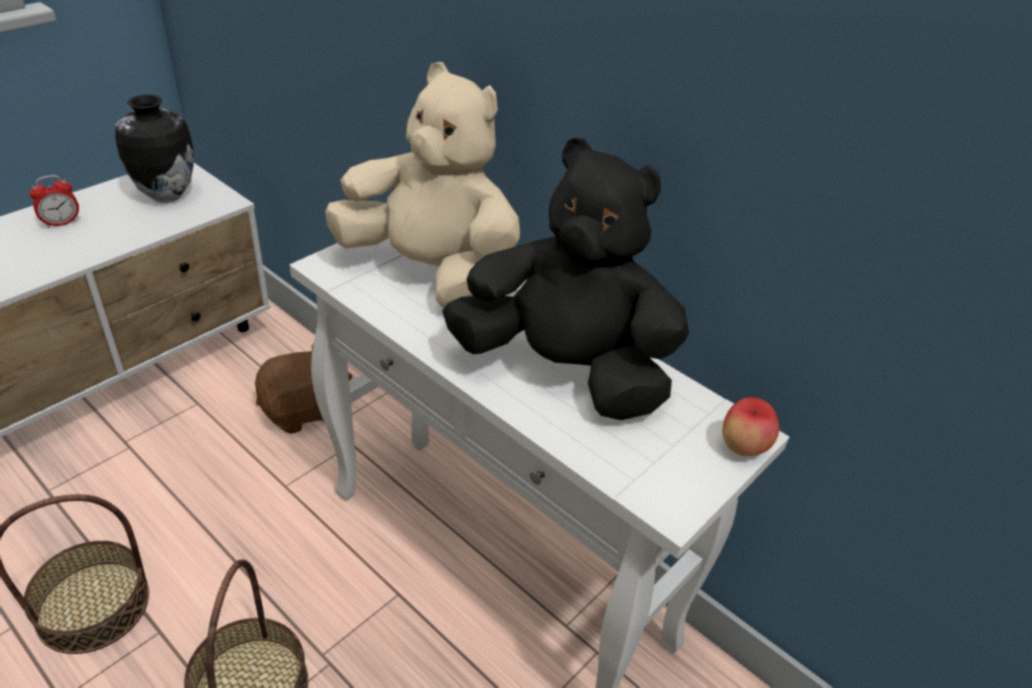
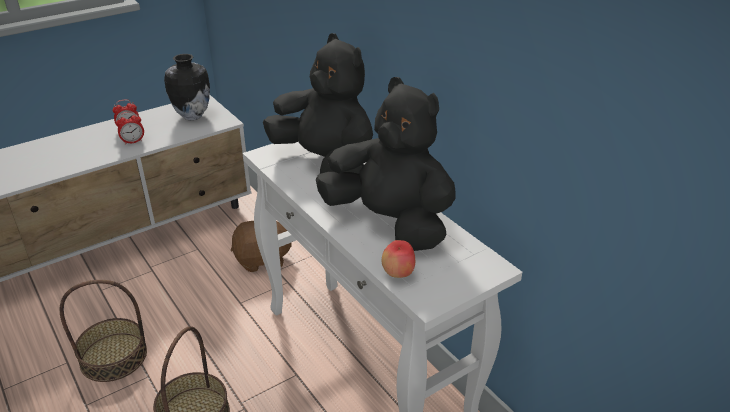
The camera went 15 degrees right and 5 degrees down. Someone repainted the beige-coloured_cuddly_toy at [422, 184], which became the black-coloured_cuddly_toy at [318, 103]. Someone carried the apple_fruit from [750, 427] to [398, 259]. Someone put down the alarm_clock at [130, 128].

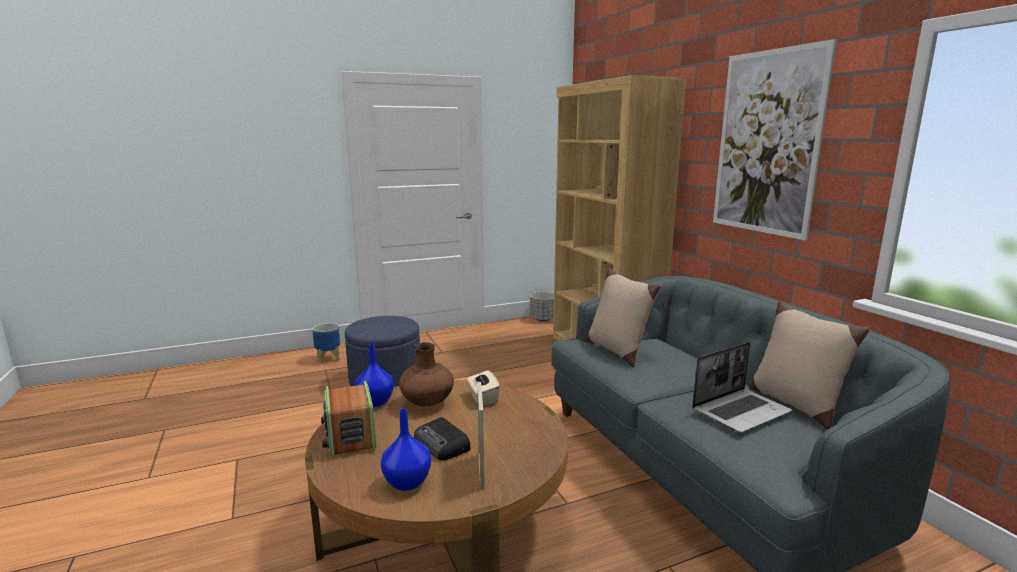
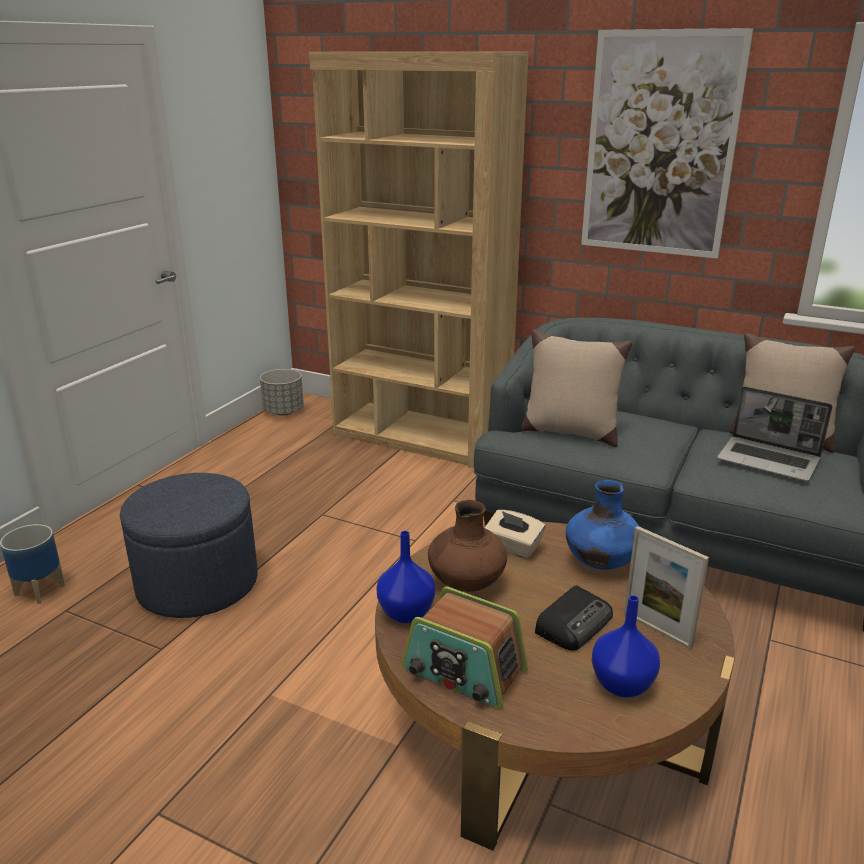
The camera went 40 degrees left and 10 degrees up. Someone rotated the radio_receiver at [442, 438] by 60 degrees counterclockwise. Someone rotated the notebook_computer at [742, 387] by 105 degrees clockwise. Someone put down the blue-coloured_decorative_vase at [603, 525].

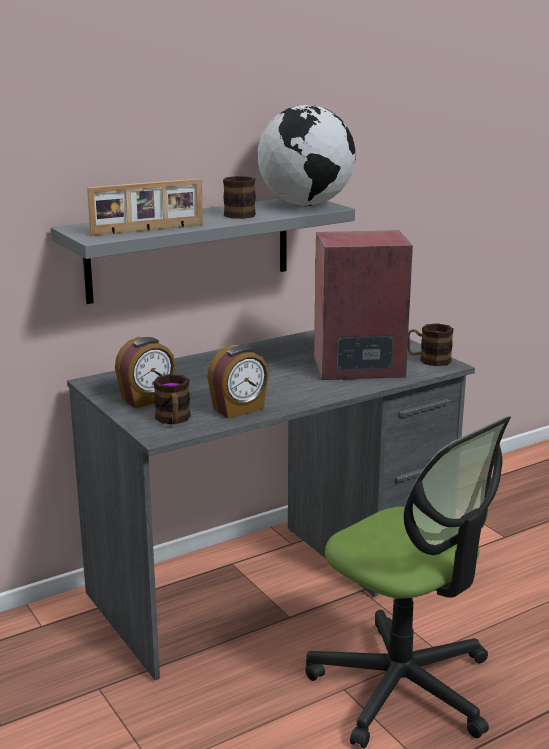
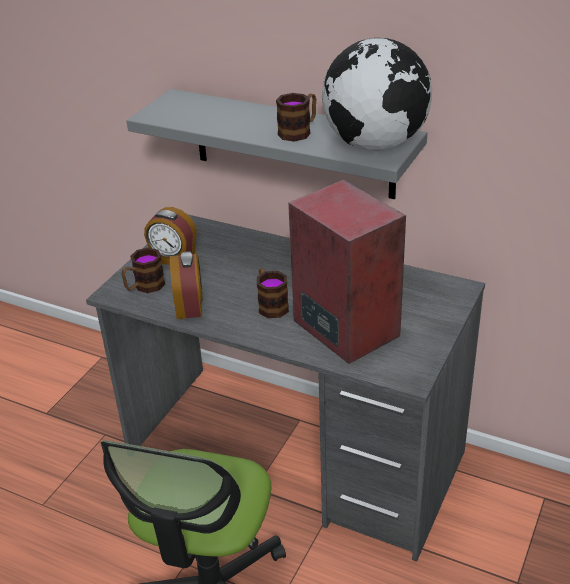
The camera went 60 degrees right and 15 degrees up. Someone took away the picture_frame at [145, 207]. Someone rotated the alarm_clock at [238, 382] by 120 degrees counterclockwise. Someone carried the mug from [431, 344] to [273, 293].

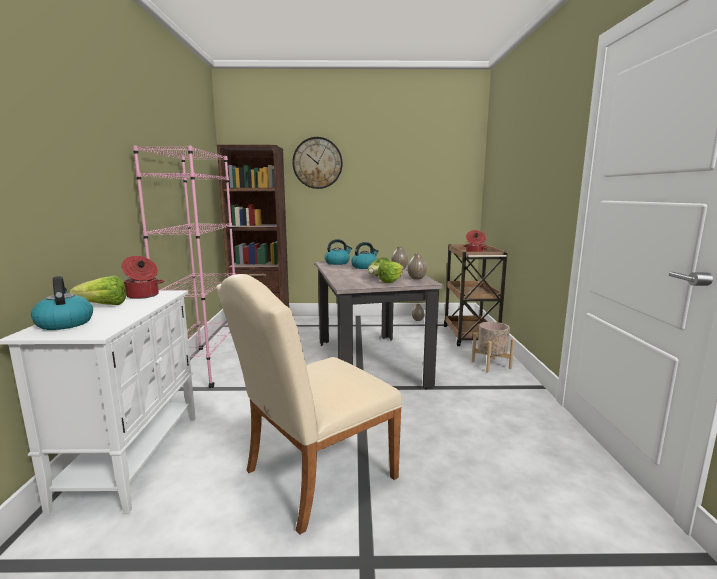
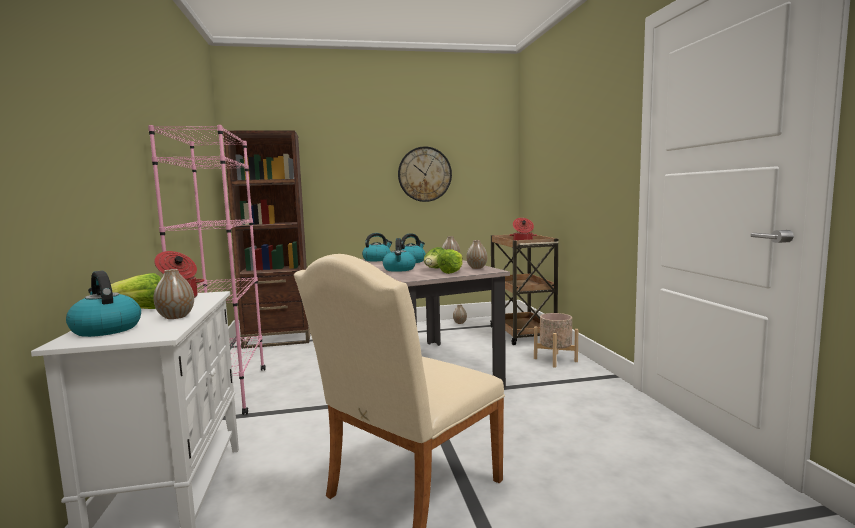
The camera went 10 degrees left and 5 degrees down. Someone carried the wall_clock from [317, 163] to [425, 174]. Someone put down the decorative_vase at [174, 294]. Someone put down the kettle at [399, 255].

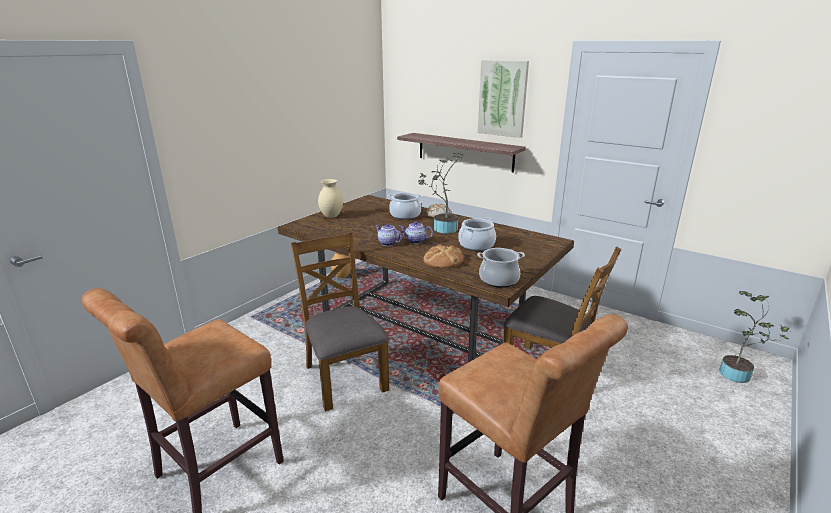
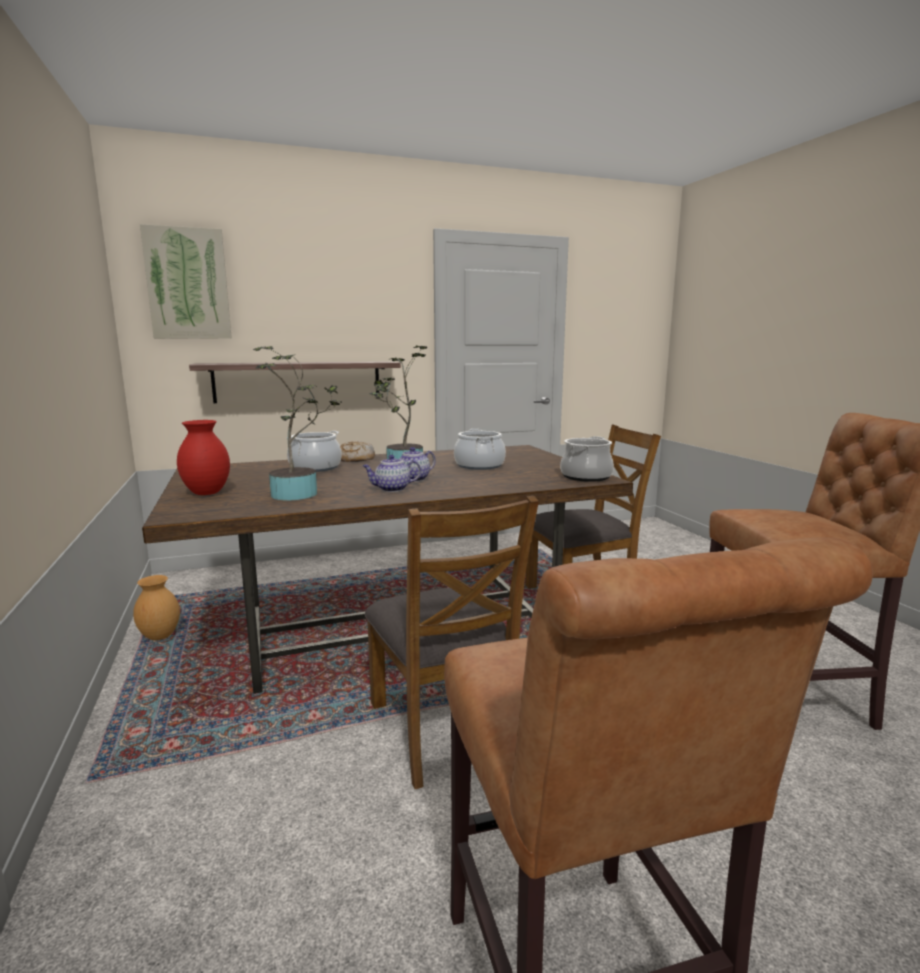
The camera went 55 degrees left and 10 degrees down. Someone rotated the brown-coloured_upright_chair at [340, 321] by 120 degrees counterclockwise. Someone repainted the beige-coloured_decorative_vase at [330, 198], which became the reddish_decorative_vase at [203, 457]. Someone took away the baked_bread at [443, 256]. Someone carried the picture from [503, 99] to [186, 281]. Someone carried the potted_plant from [754, 337] to [297, 423].

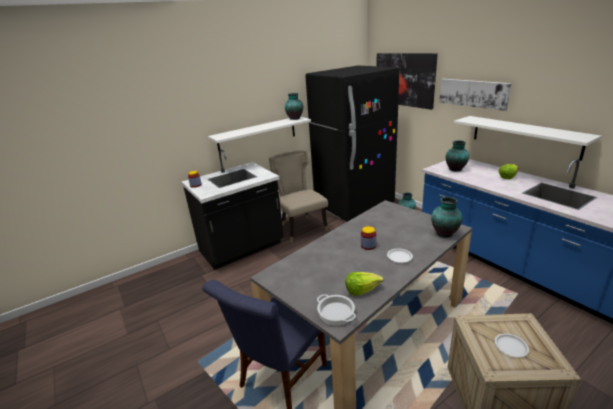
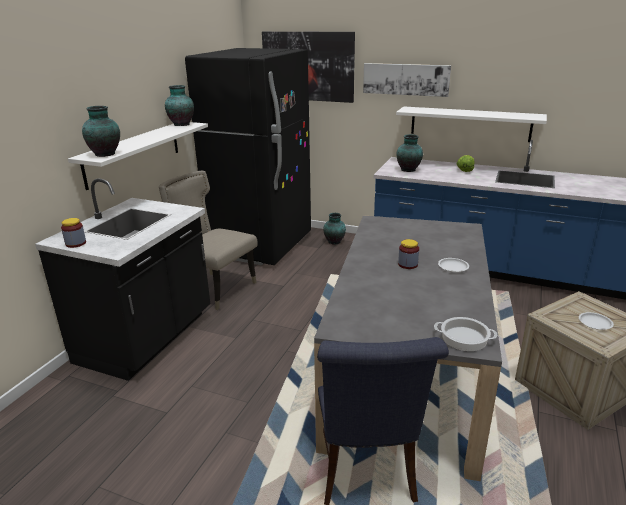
The camera went 35 degrees left and 0 degrees up. Someone took away the head_of_lettuce at [364, 284]. Someone carried the decorative_vase from [446, 217] to [101, 131].

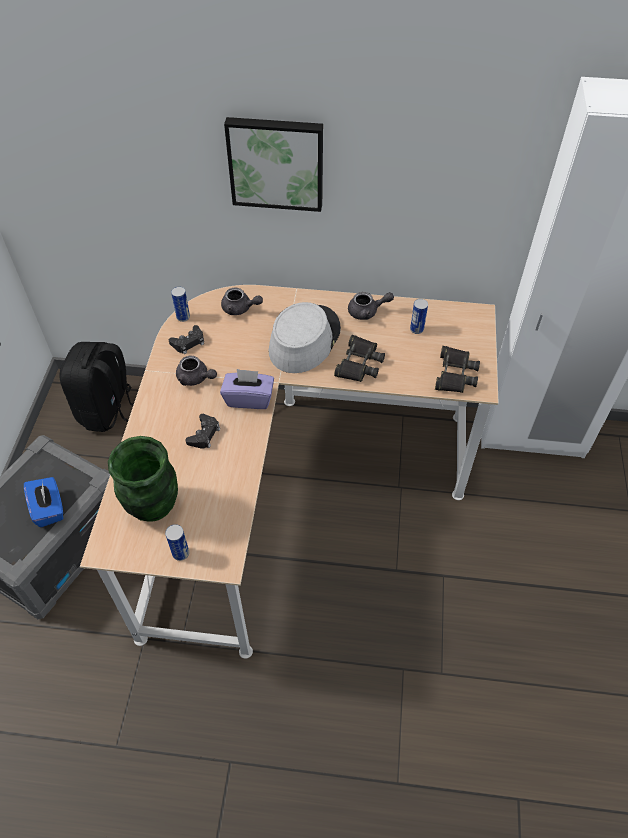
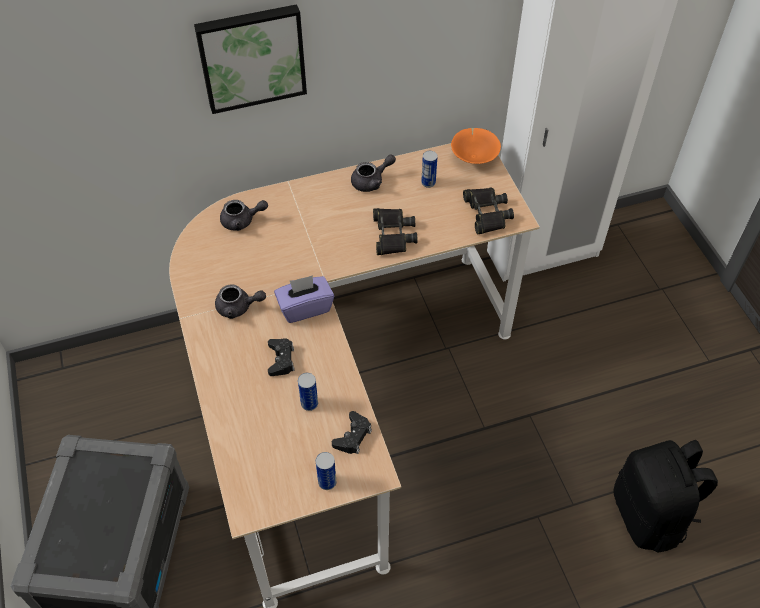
The camera went 25 degrees left and 0 degrees up. Someone took away the blue-coloured_tissue_holder at [43, 502]. Someone carried the black-coloured_rucksack from [97, 387] to [665, 496]. Someone took away the greenish_decorative_vase at [143, 479]. Someone carried the black-coloured_gamepad from [186, 339] to [352, 432]. Someone carried the sealed_can from [180, 304] to [308, 392]. Someone took away the grey_clothing_hat at [305, 337]. Someone put down the orange_deep_dish at [476, 146].

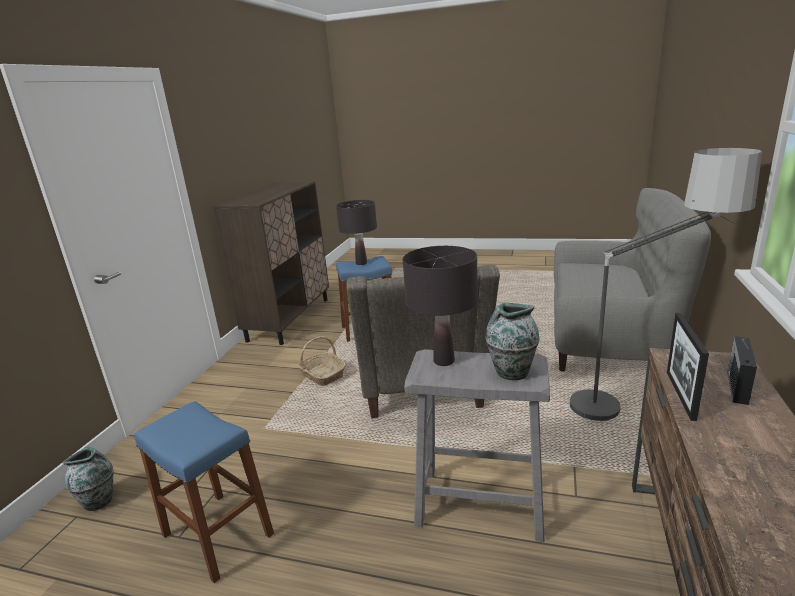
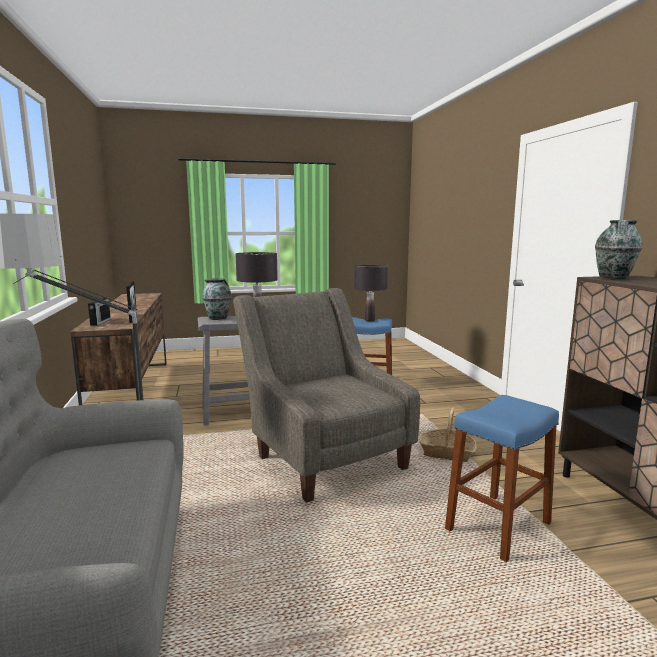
The camera went 150 degrees right and 10 degrees down. Someone carried the decorative_vase from [88, 479] to [618, 249]. Someone carried the black-coloured_lamp_for_a_table from [356, 232] to [370, 293].

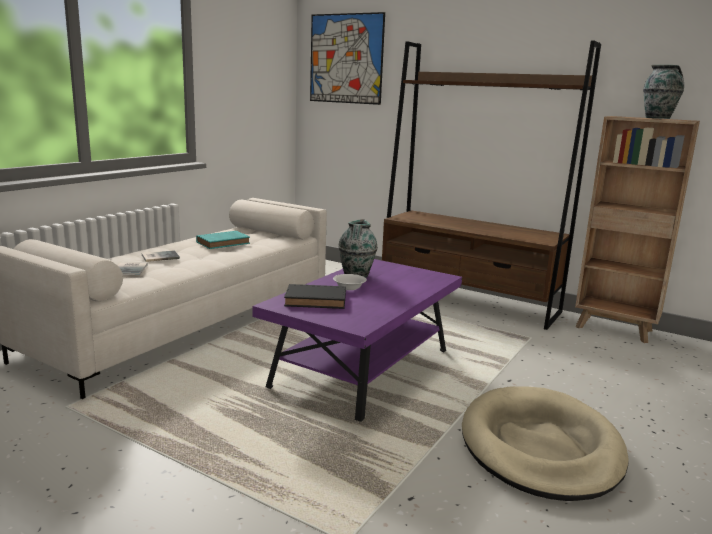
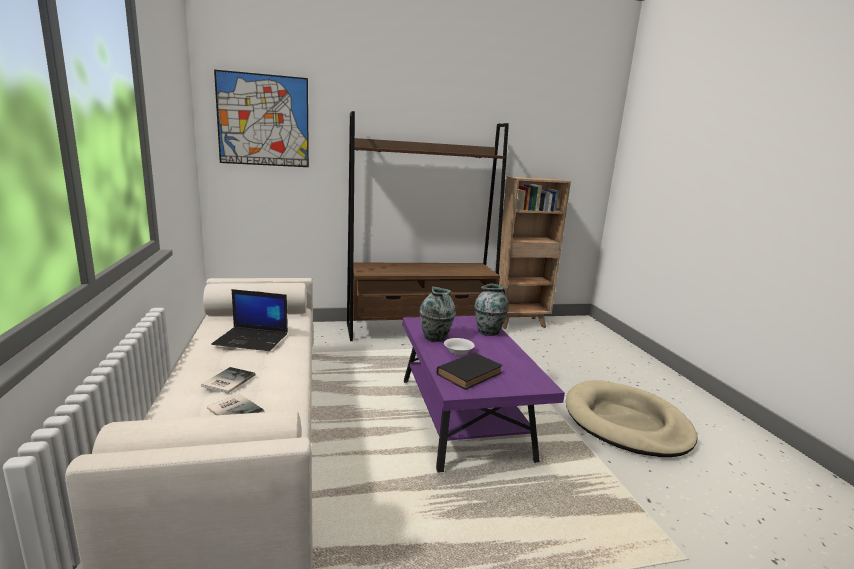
The camera went 45 degrees left and 0 degrees up. Someone swapped the turquoise_book at [223, 240] for the notebook_computer at [249, 320]. Someone carried the decorative_vase from [663, 92] to [491, 310].

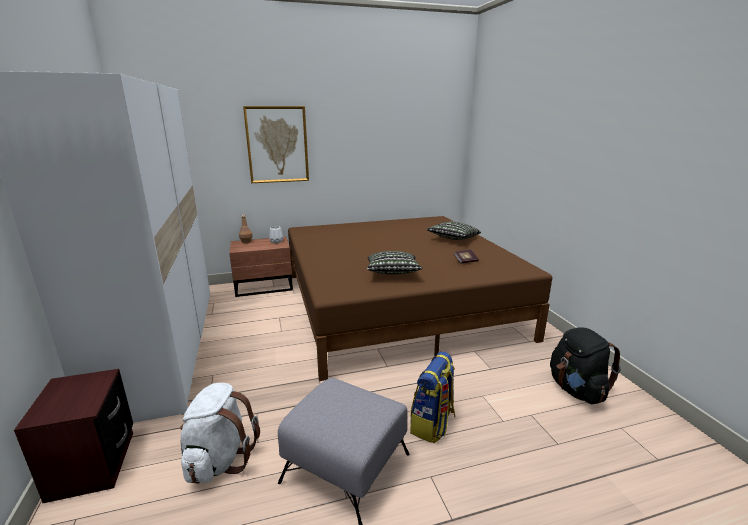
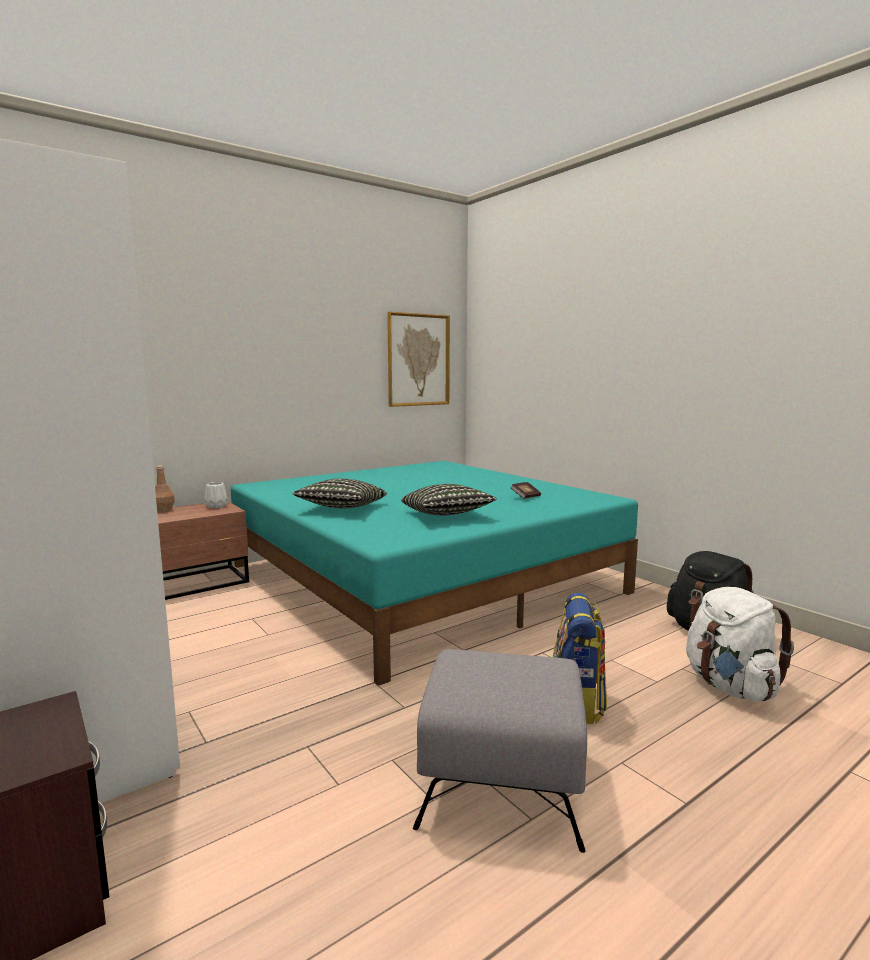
The camera went 20 degrees left and 10 degrees down. Someone carried the whitish_rucksack from [220, 433] to [740, 644]. Someone carried the picture from [276, 144] to [418, 359]. Someone repainted the brown-coloured_bed at [420, 298], which became the turquoise_bed at [434, 573]. Someone carried the pillow from [454, 231] to [339, 493].

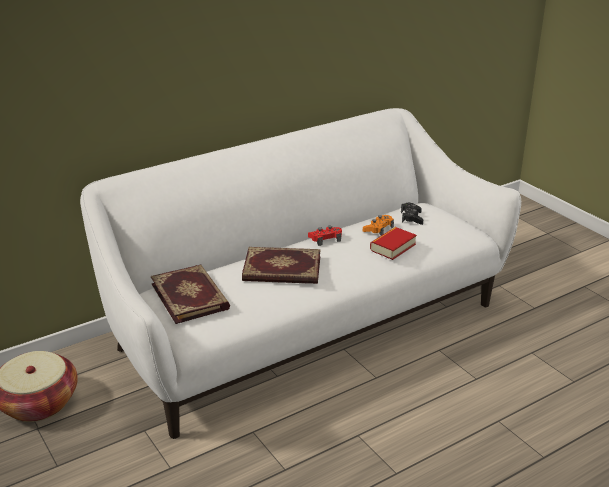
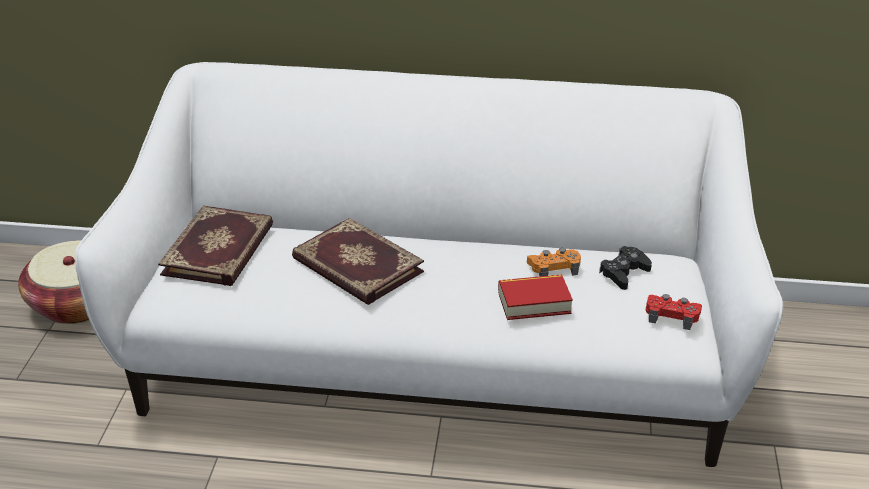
The camera went 40 degrees right and 5 degrees up. Someone carried the reddish_gamepad from [325, 236] to [674, 312].

